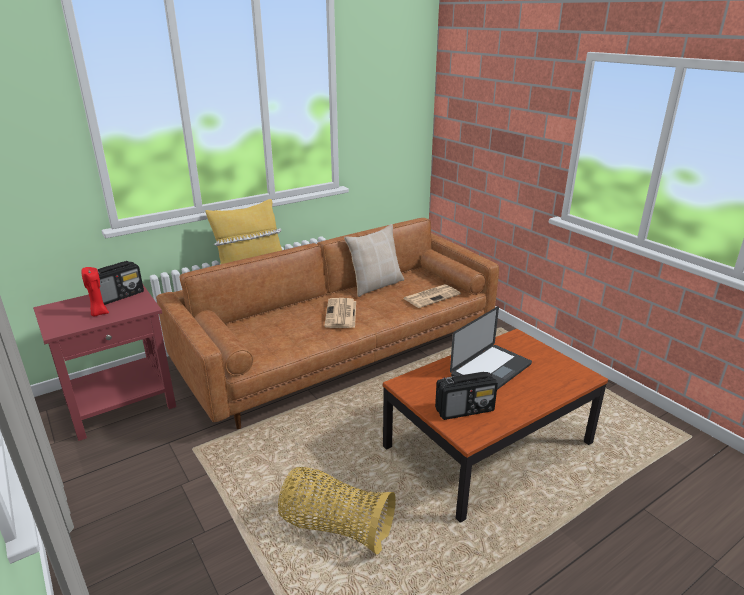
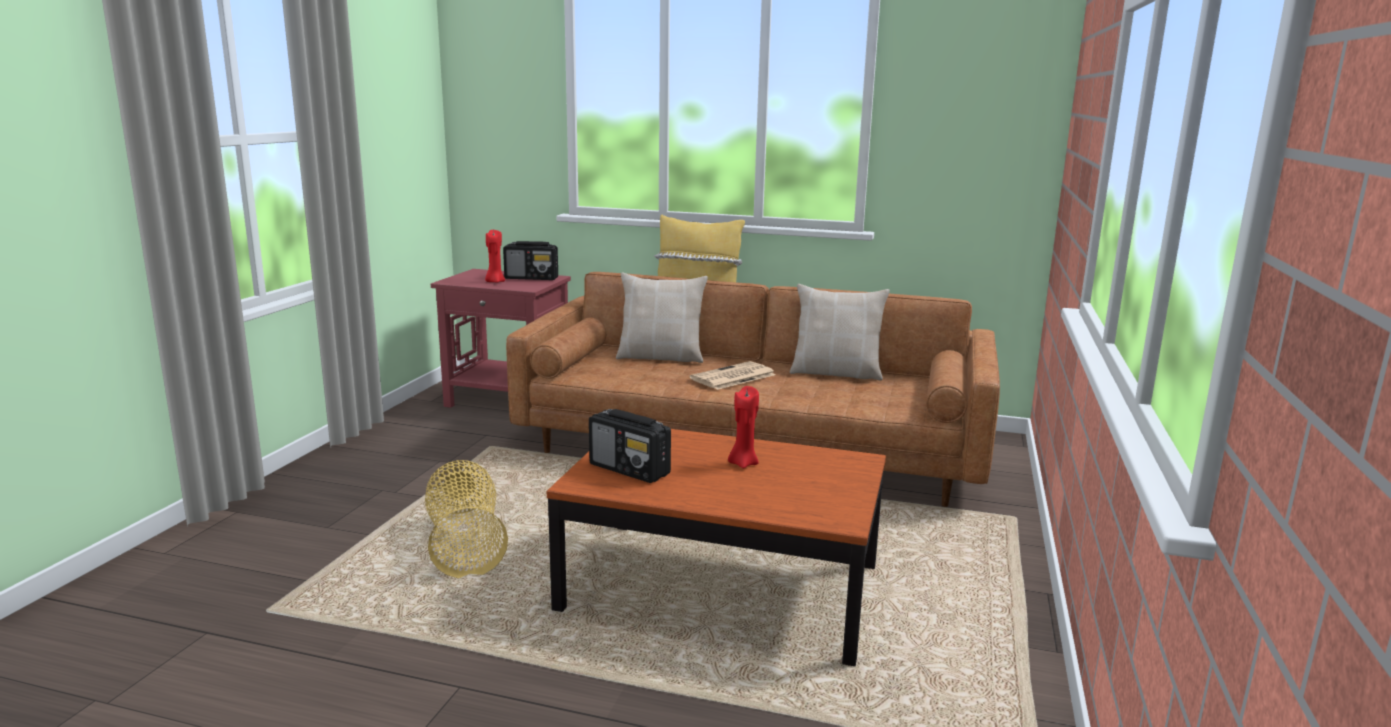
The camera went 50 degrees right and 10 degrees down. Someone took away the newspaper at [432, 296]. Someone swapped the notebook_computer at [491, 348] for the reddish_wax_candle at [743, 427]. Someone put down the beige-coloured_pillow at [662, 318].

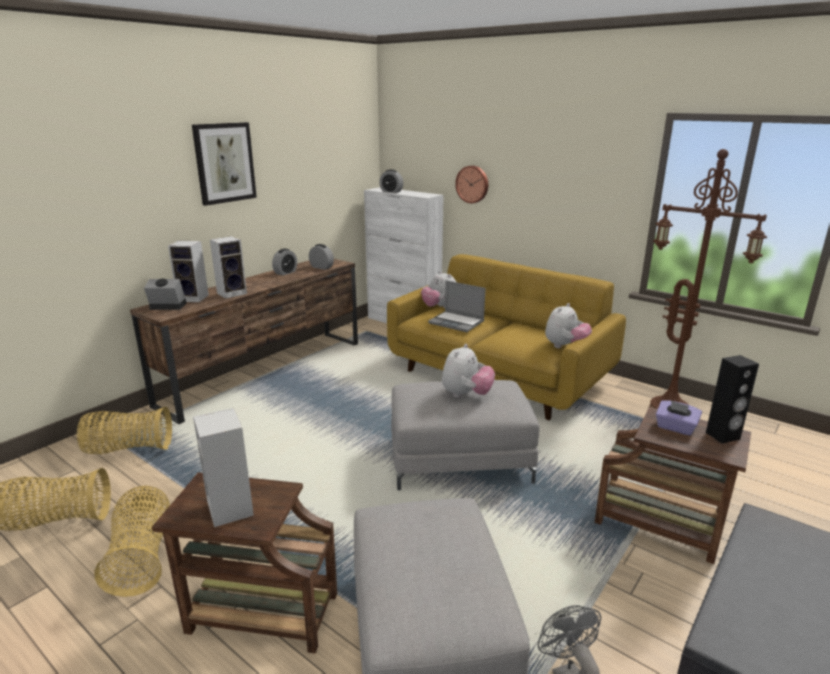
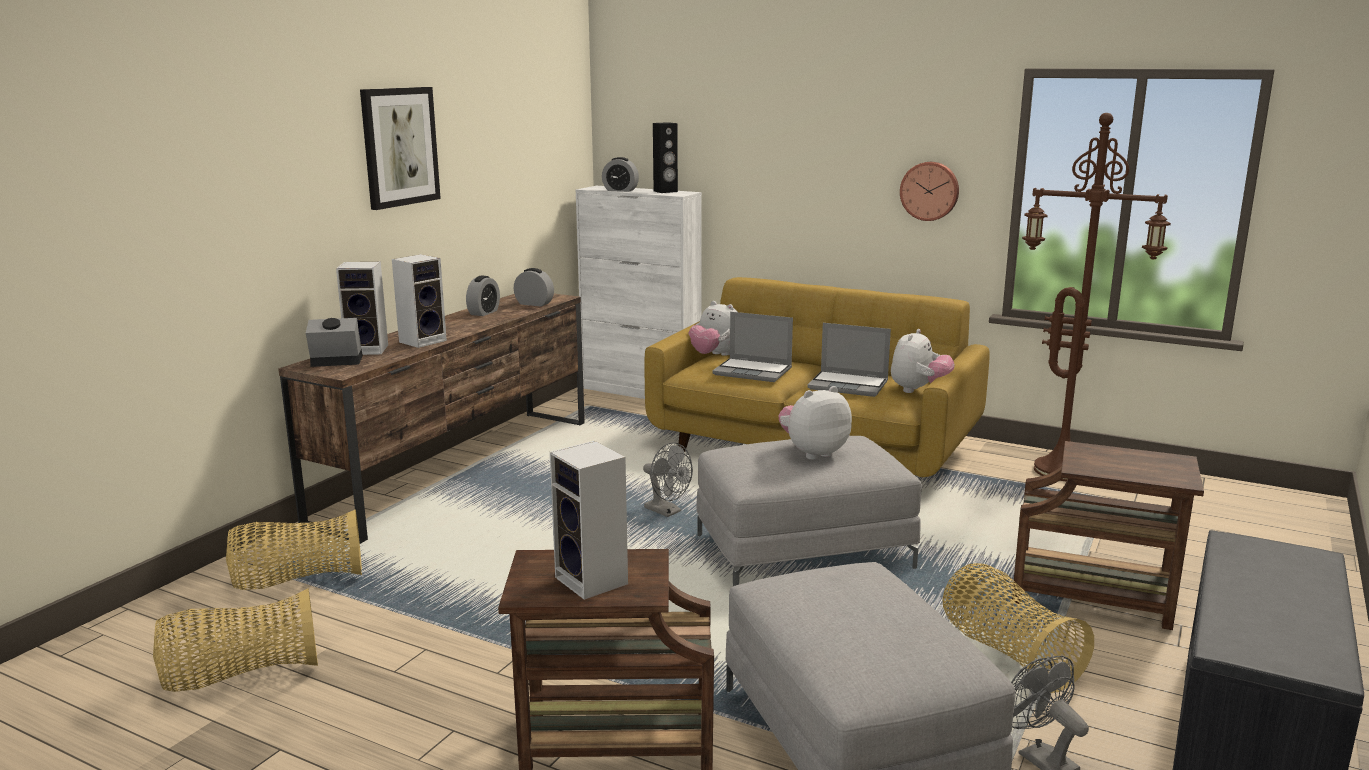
The camera went 10 degrees left and 5 degrees down. Someone carried the household_basket from [132, 541] to [1018, 628]. Someone rotated the cuddly_toy at [468, 371] by 135 degrees counterclockwise. Someone carried the wall_clock from [471, 184] to [929, 191]. Someone took away the purple-coloured_tissue_holder at [679, 418]. Someone carried the black-coloured_audio_speaker from [732, 399] to [665, 157]. Someone put down the grey_electric_fan at [668, 479]. Someone put down the notebook_computer at [849, 360].

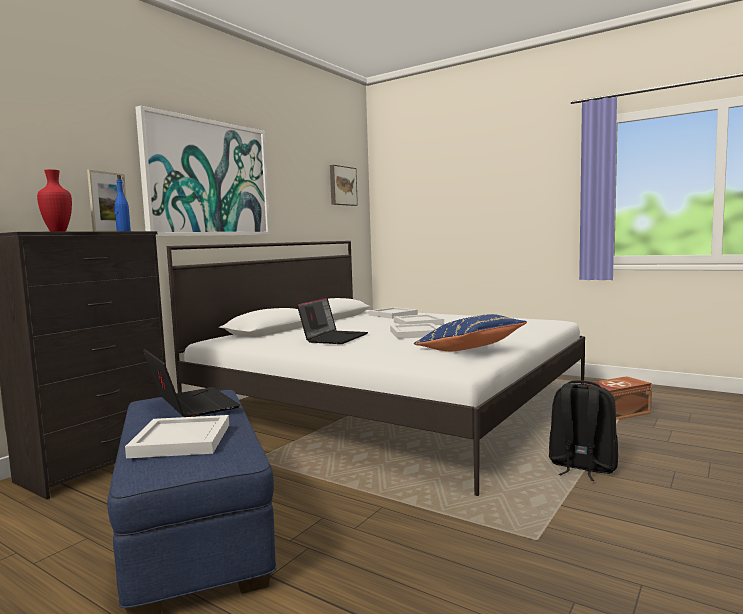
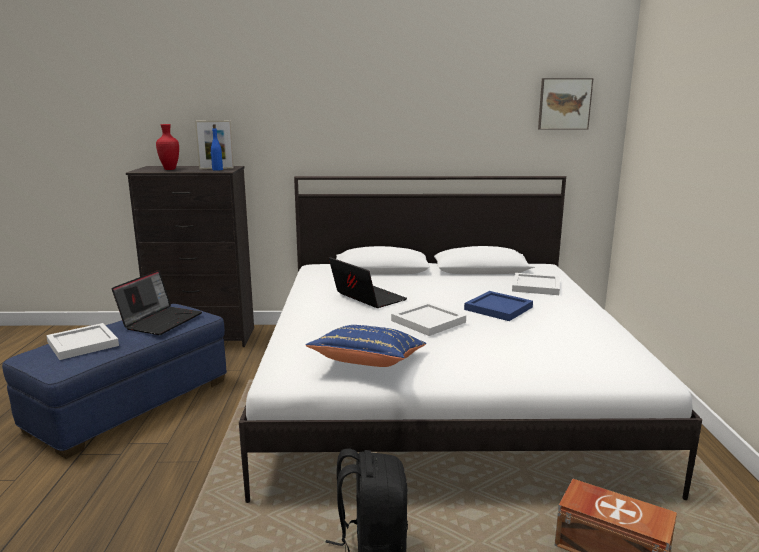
The camera went 55 degrees right and 10 degrees up. Someone took away the picture at [202, 170]. Someone rotated the notebook_computer at [332, 320] by 120 degrees counterclockwise. Someone repainted the whitish_serving_tray at [419, 319], which became the blue-coloured_serving_tray at [498, 306].

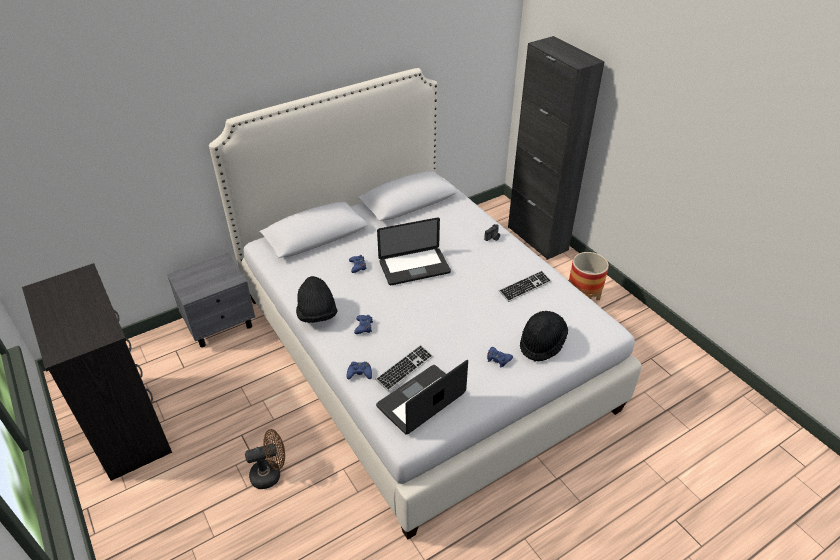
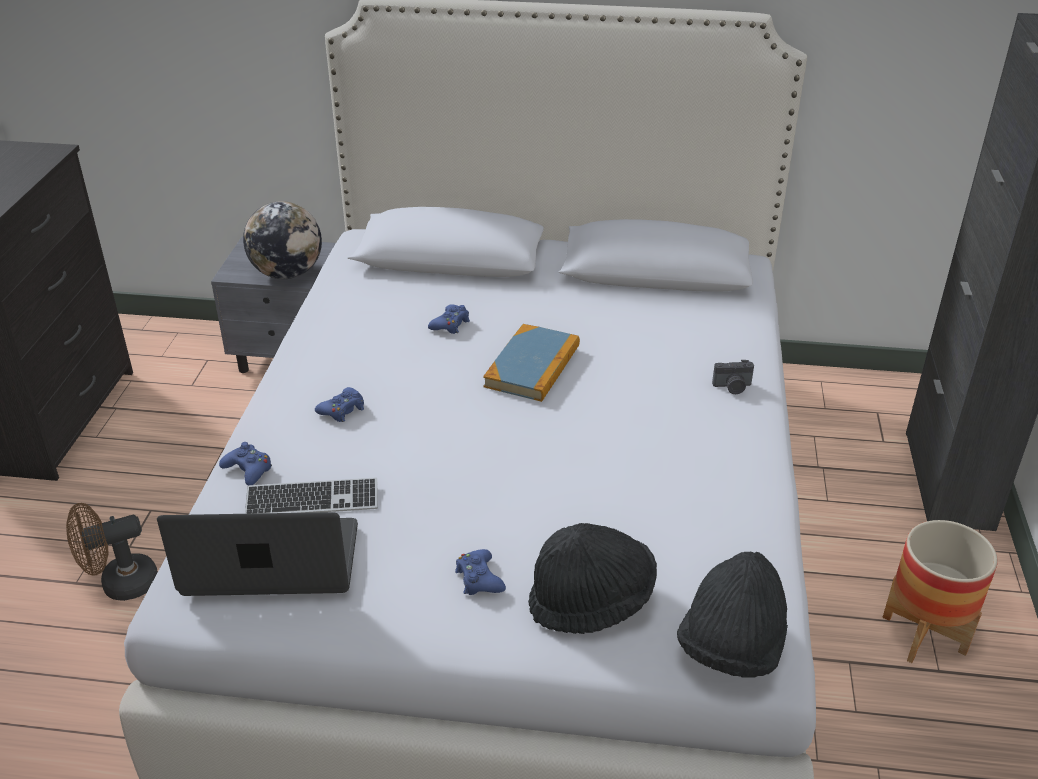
The camera went 40 degrees right and 5 degrees down. Someone rotated the brown-coloured_electric_fan at [265, 459] by 135 degrees clockwise. Someone carried the black-coloured_clothing_hat from [317, 299] to [732, 615]. Someone swapped the notebook_computer at [414, 251] for the book at [531, 363]. Someone took away the PC_keyboard at [525, 286]. Someone put down the world_globe at [282, 240].

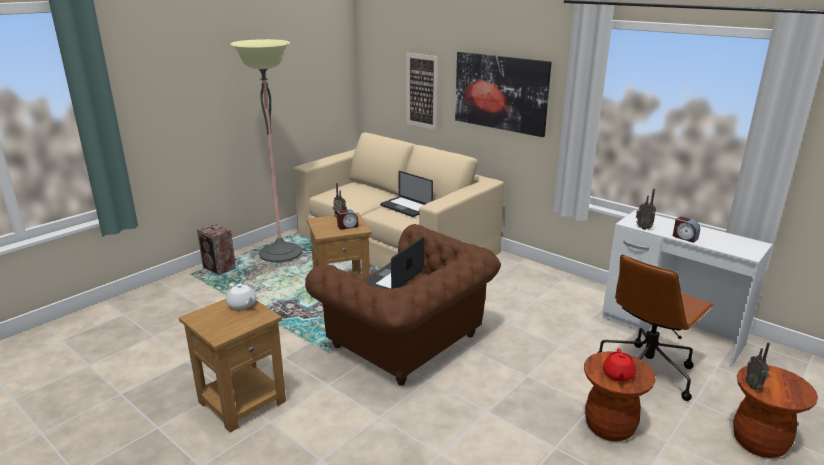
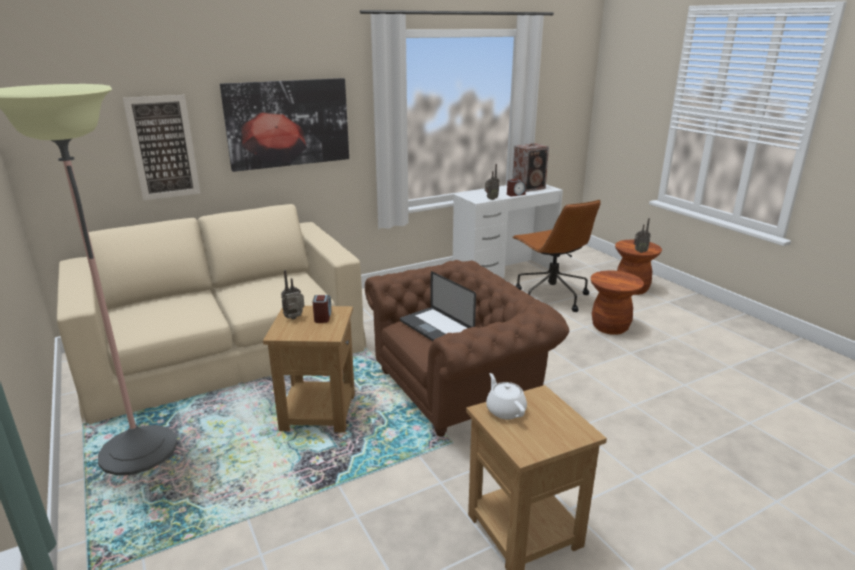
The camera went 70 degrees left and 0 degrees up. Someone carried the audio_speaker from [216, 250] to [530, 167]. Someone rotated the whitish_tea_pot at [241, 297] by 90 degrees counterclockwise. Someone took away the notebook_computer at [406, 194]. Someone took away the reddish_tea_pot at [619, 364].

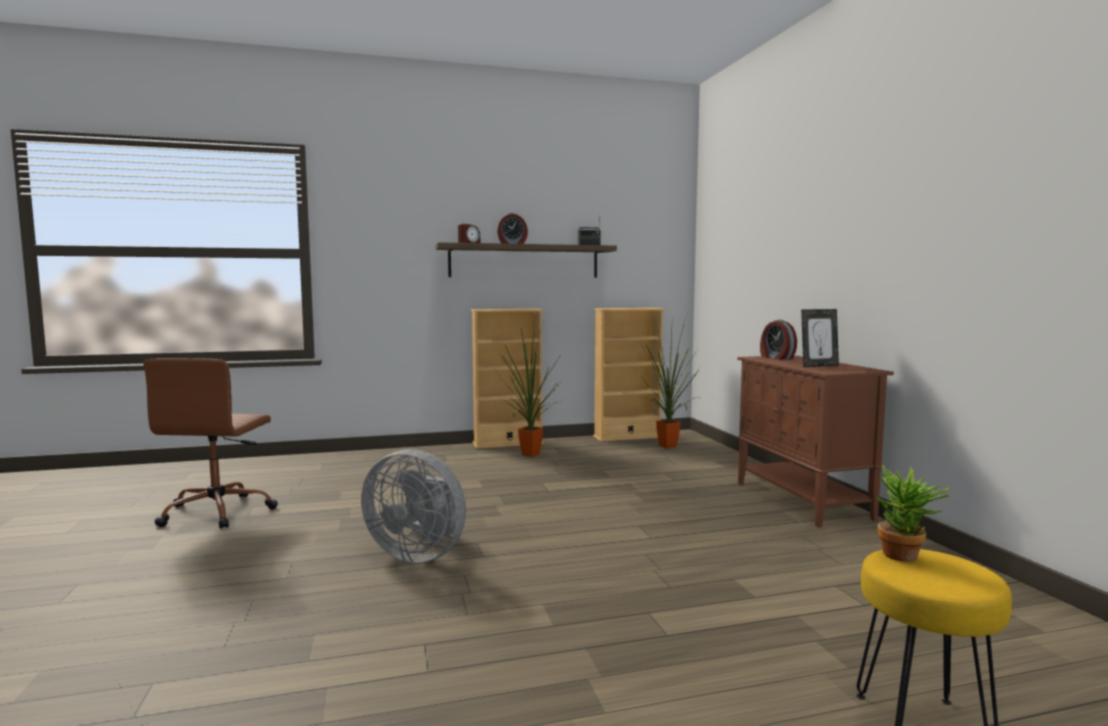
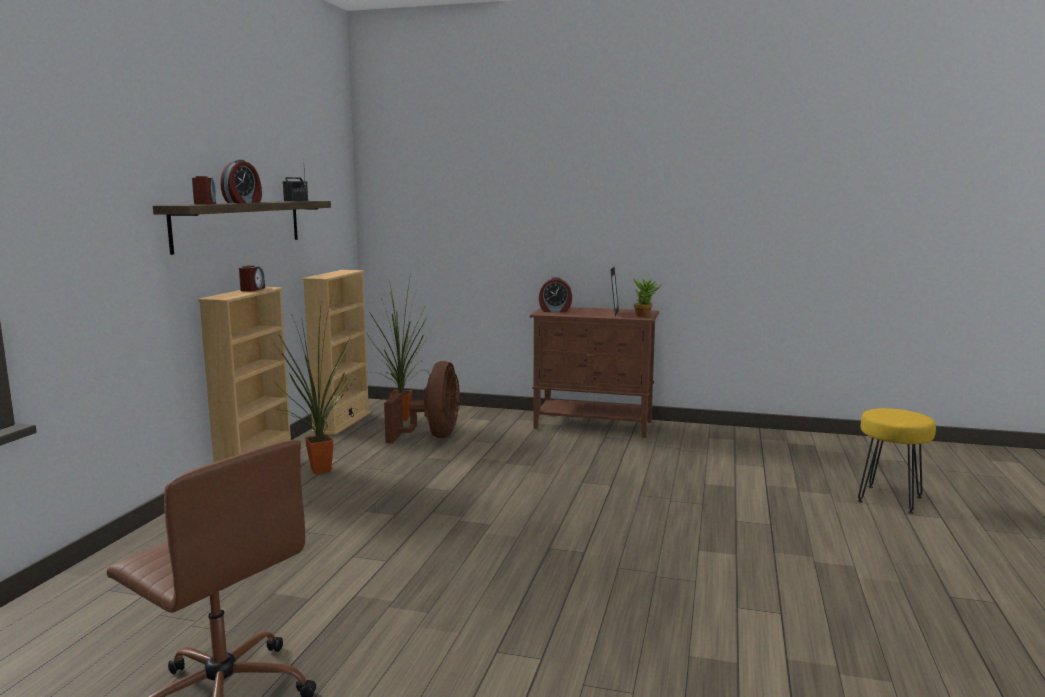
The camera went 60 degrees left and 5 degrees up. Someone took away the grey_electric_fan at [413, 506]. Someone carried the potted_plant from [912, 513] to [647, 297]. Someone put down the alarm_clock at [252, 278]. Someone put down the brown-coloured_electric_fan at [422, 402].

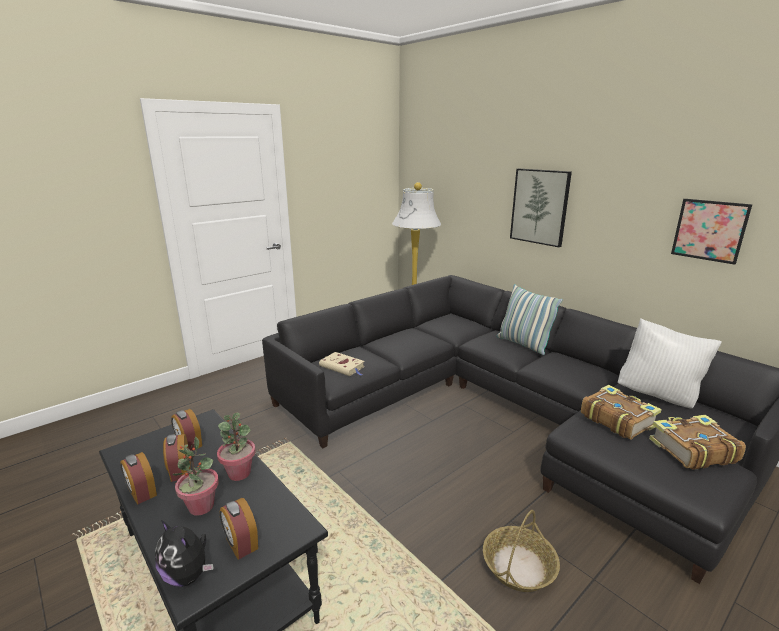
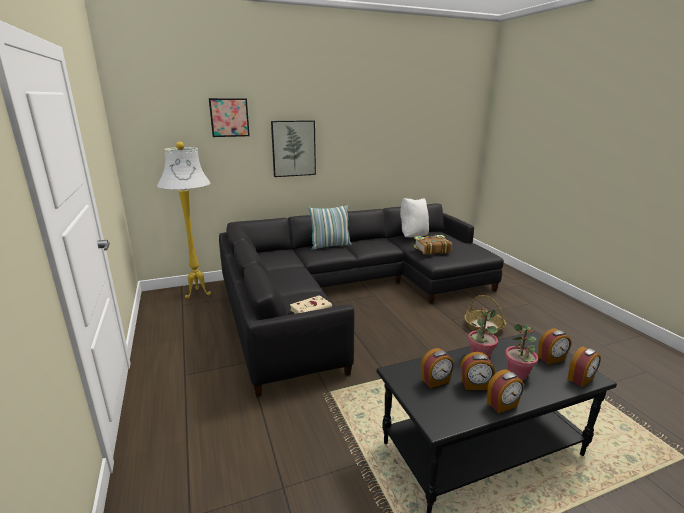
The camera went 70 degrees left and 0 degrees up. Someone swapped the cuddly_toy at [184, 553] for the alarm_clock at [584, 367]. Someone took away the book at [697, 442]. Someone carried the picture from [711, 232] to [229, 117].

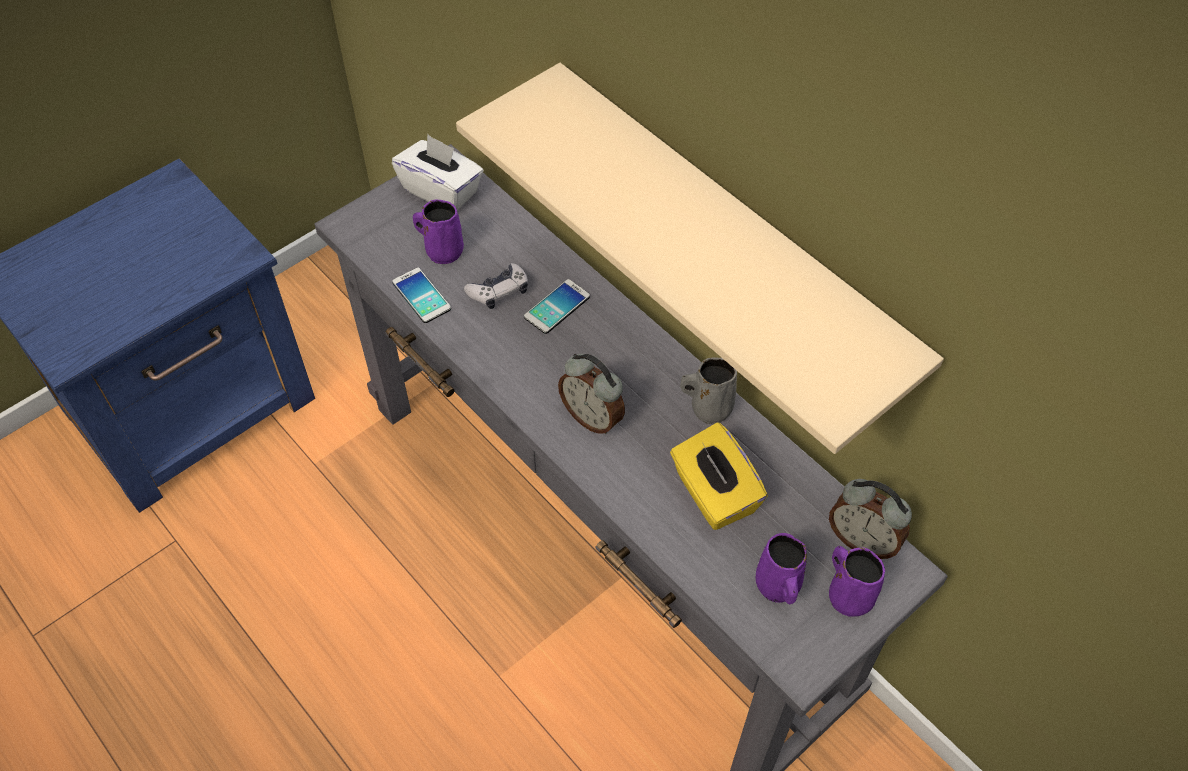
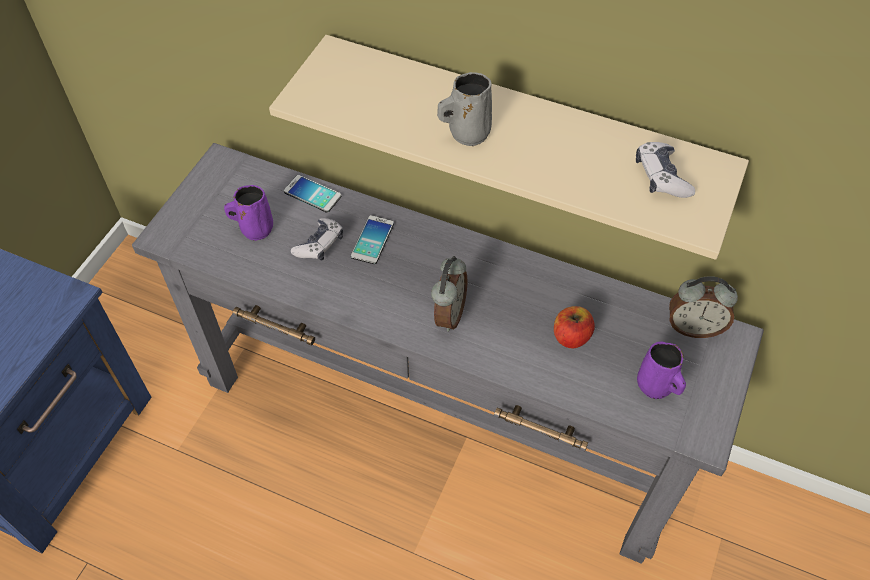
The camera went 25 degrees left and 0 degrees up. Someone took away the whitish_tissue_holder at [437, 172]. Someone carried the phone from [421, 295] to [313, 194]. Someone rotated the alarm_clock at [591, 394] by 90 degrees counterclockwise. Someone swapped the yellow_tissue_holder at [719, 476] for the apple_fruit at [574, 327]. Someone carried the grey_mug from [708, 390] to [464, 109]. Someone took away the purple-coloured_mug at [857, 581]. Someone put down the gamepad at [665, 170].

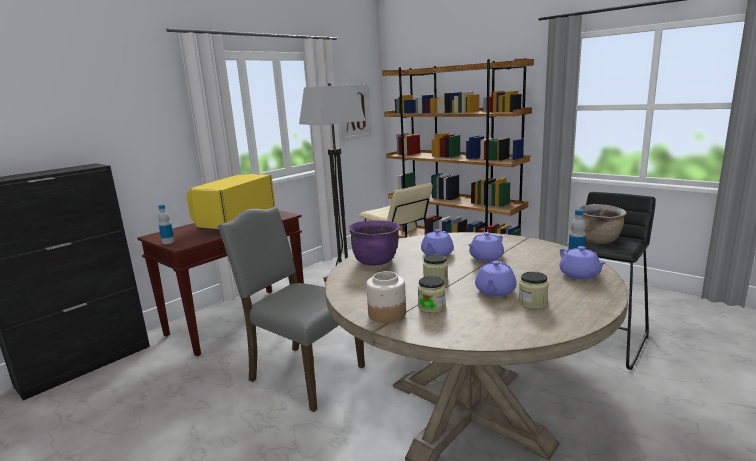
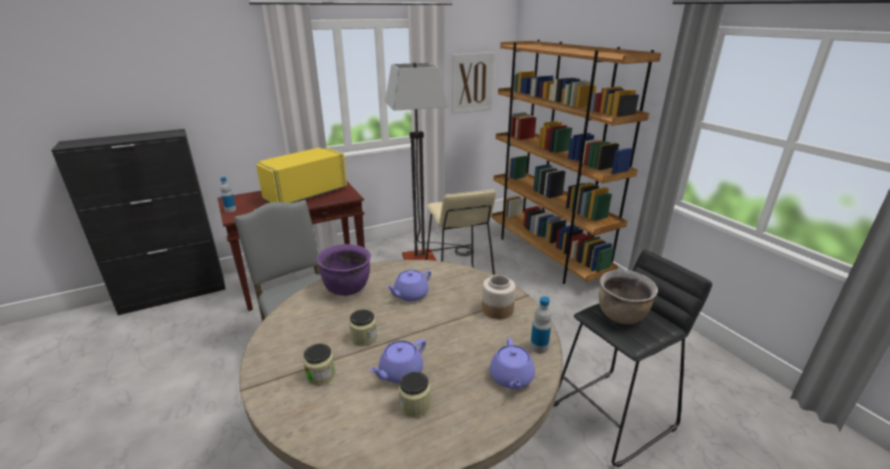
The camera went 20 degrees right and 10 degrees up. Someone carried the jar from [386, 297] to [499, 297]. Someone took away the purple-coloured_tea_pot at [486, 247].

